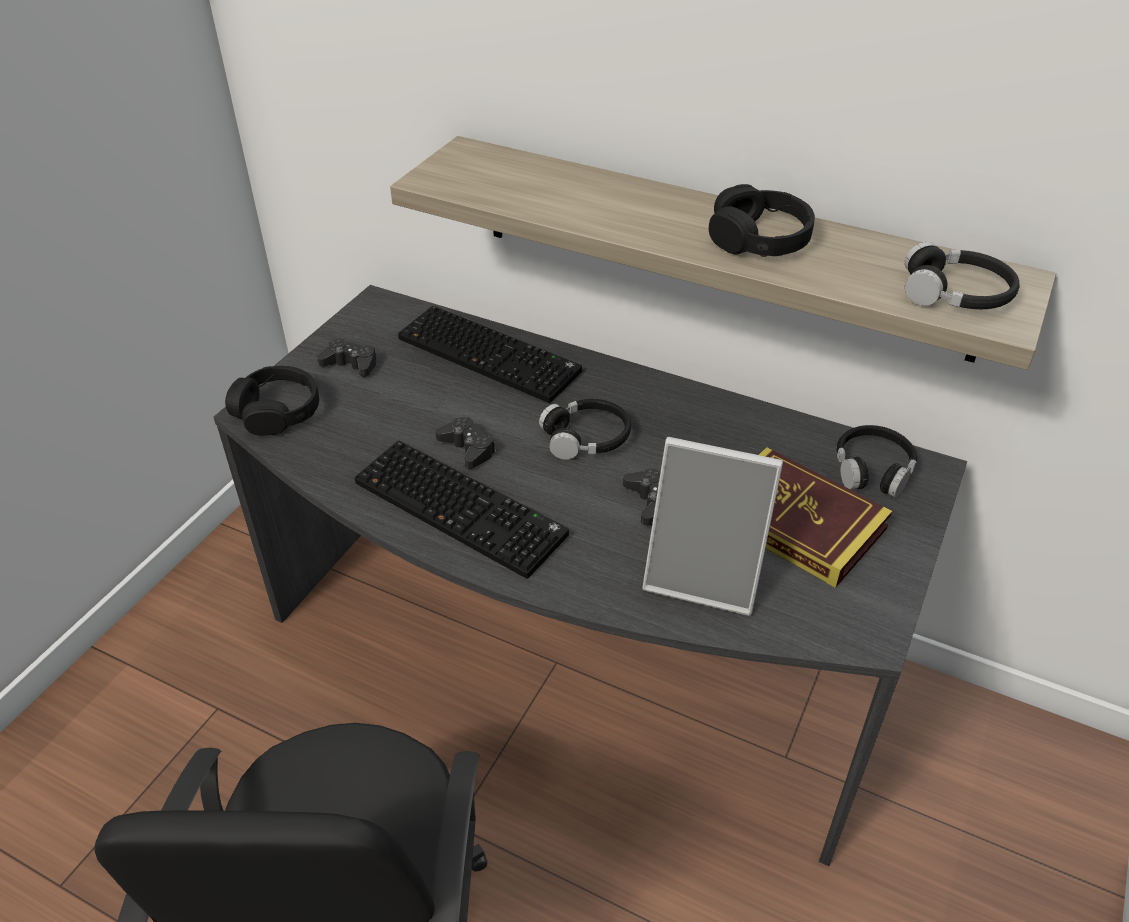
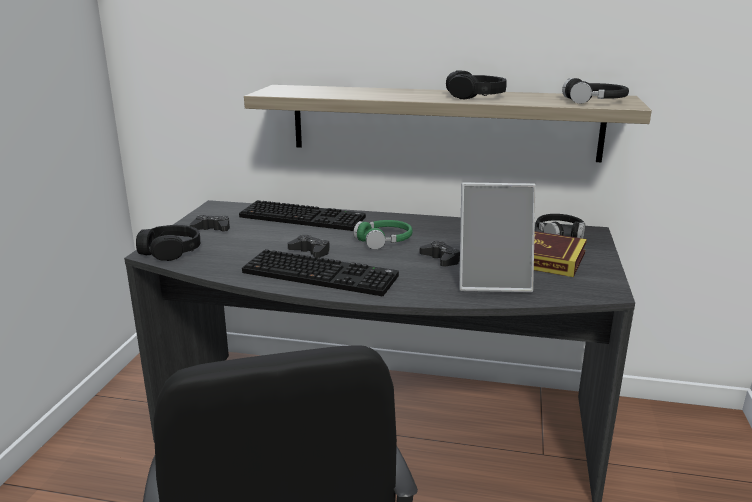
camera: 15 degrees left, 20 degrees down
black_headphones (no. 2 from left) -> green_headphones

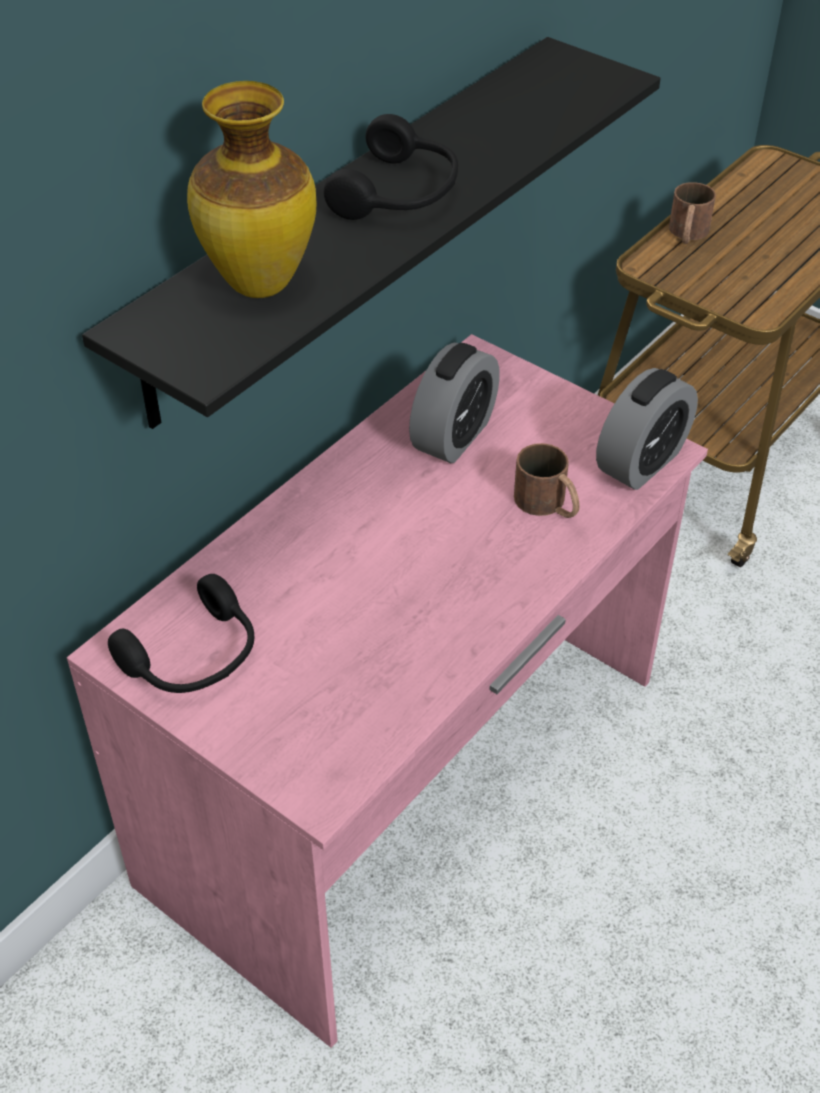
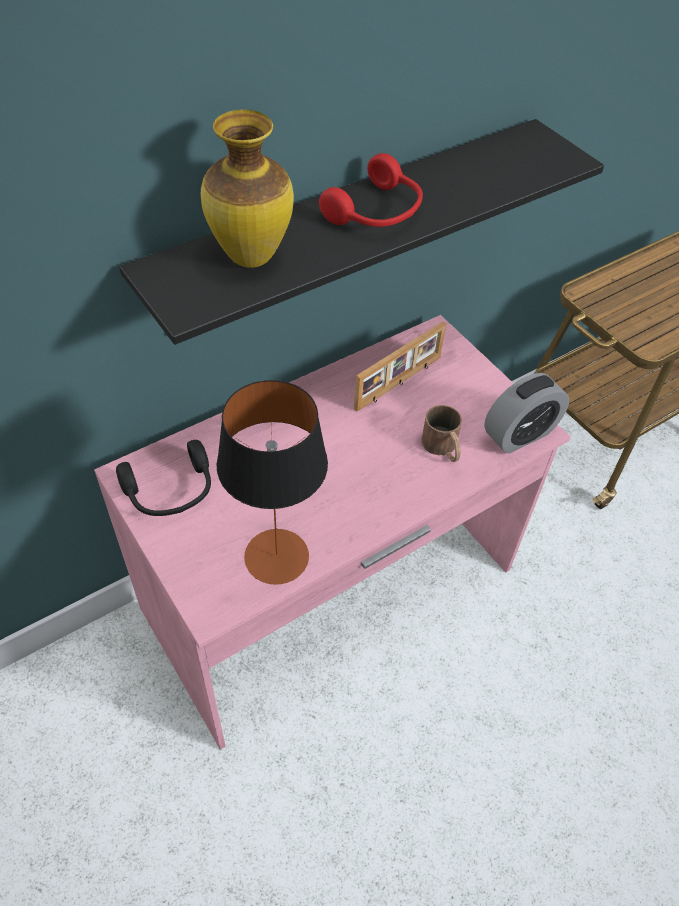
camera: 15 degrees right, 5 degrees up
none -> table_lamp
black_headphones (no. 2 from left) -> red_headphones
alarm_clock (no. 1 from left) -> picture_frame
brown_mug (no. 2 from left) -> none

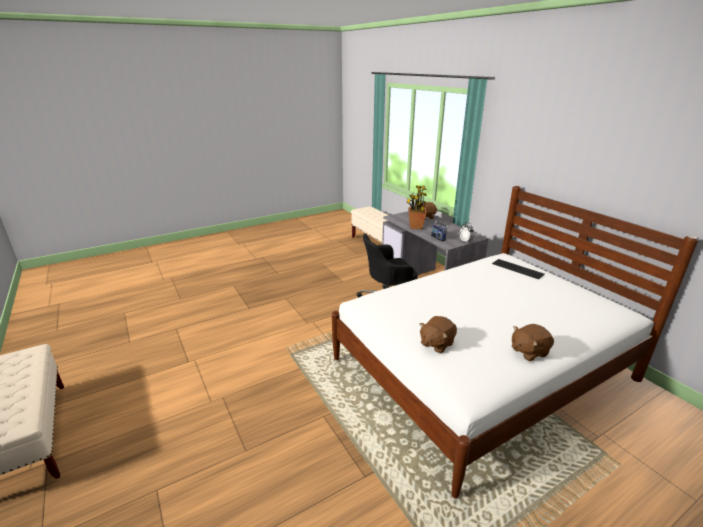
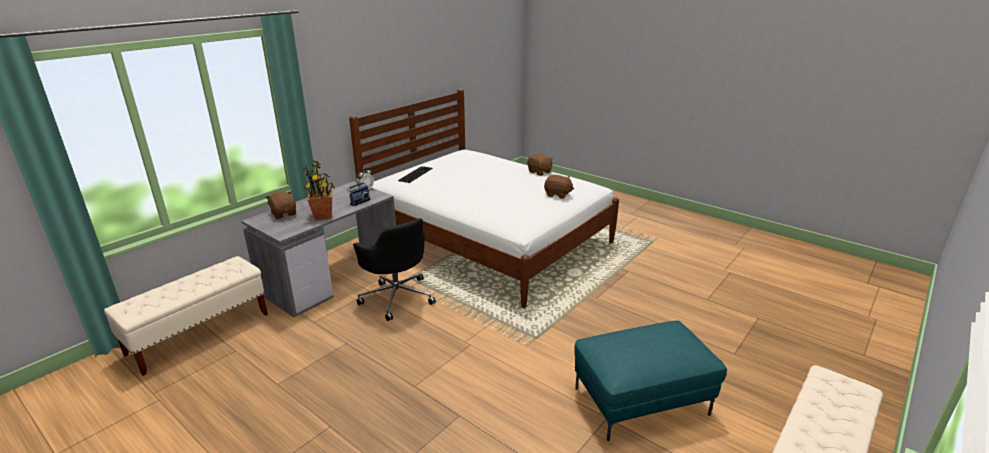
camera: 110 degrees left, 0 degrees up
none -> turquoise_ottoman

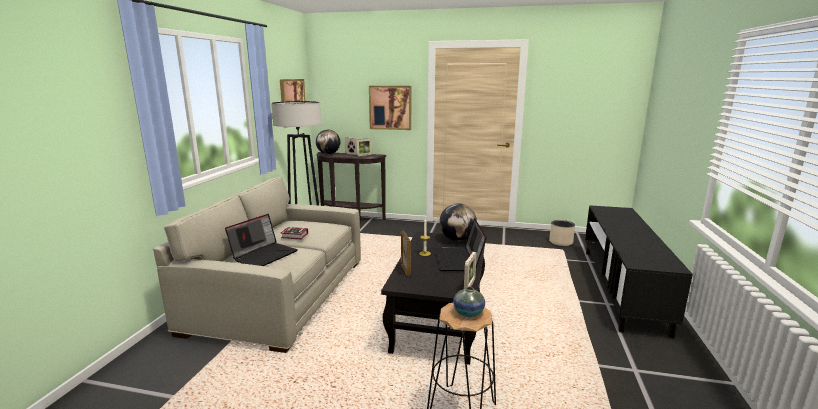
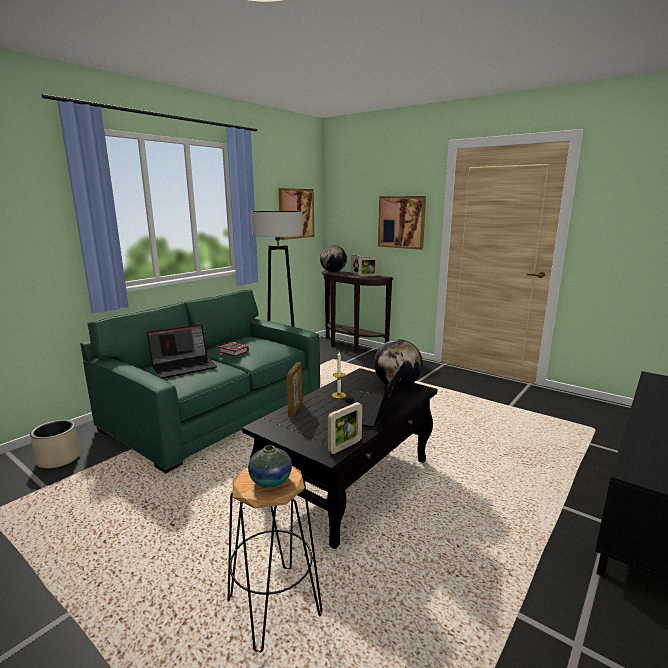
camera: 25 degrees right, 0 degrees up
beige_planter, relocated
beige_sofa -> green_sofa

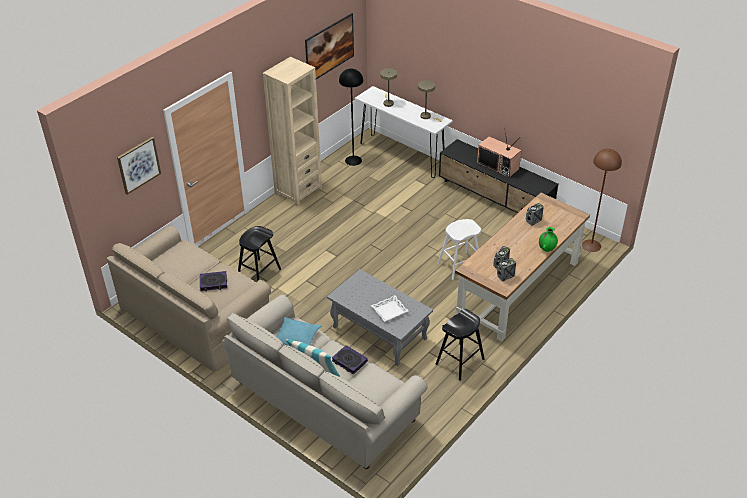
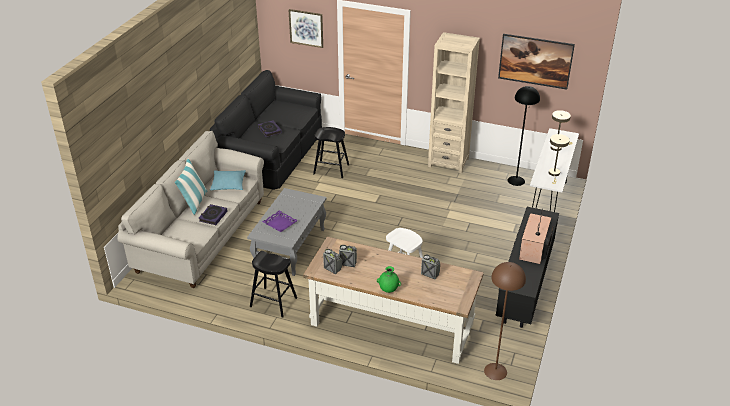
camera: 70 degrees right, 5 degrees down
beige_sofa (no. 1 from left) -> black_sofa
white_tray -> purple_tray

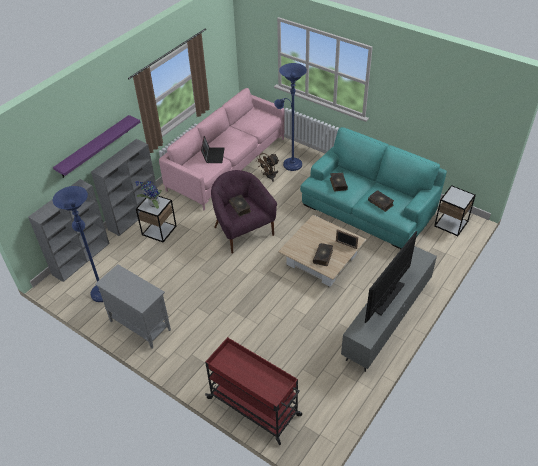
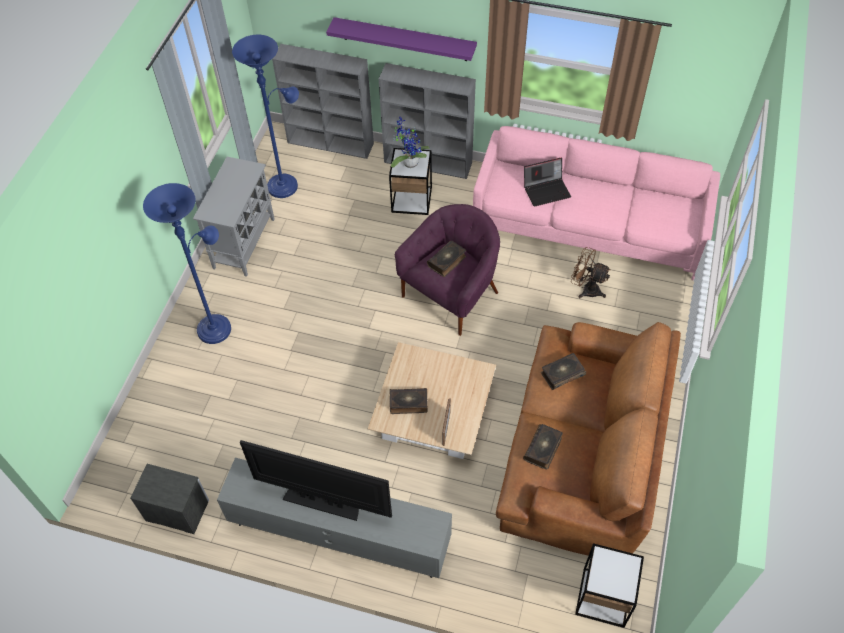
camera: 70 degrees right, 10 degrees up
none -> nightstand
blue_floor_lamp (no. 2 from left in the first image) -> blue_floor_lamp (no. 1 from left), relocated
turquoise_sofa -> brown_sofa
red_cart -> none

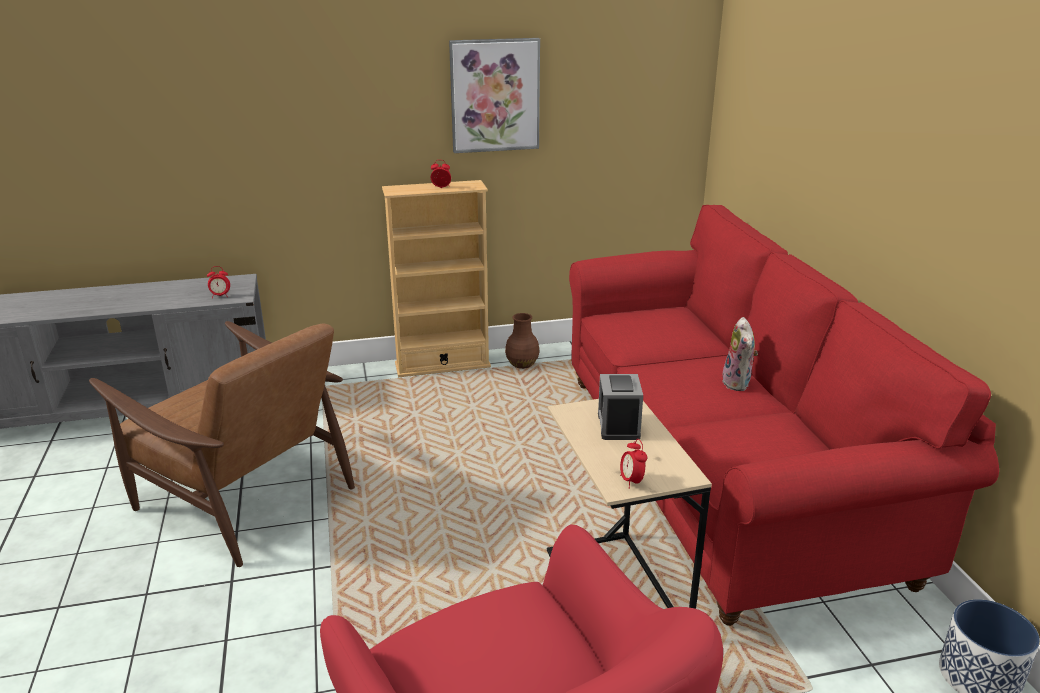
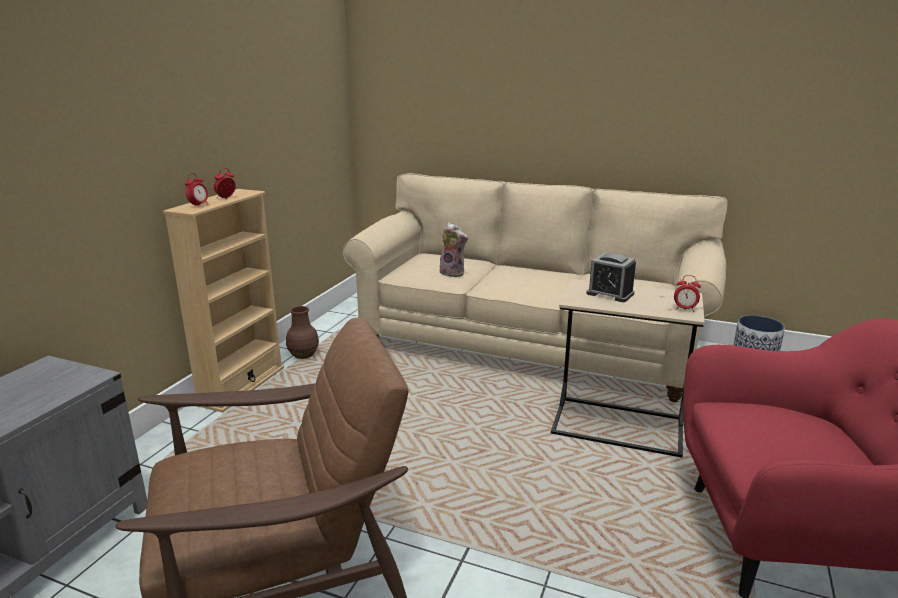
camera: 55 degrees left, 5 degrees down
alarm_clock (no. 1 from left), relocated
red_sofa -> beige_sofa
plush_toy, relocated
picture -> none

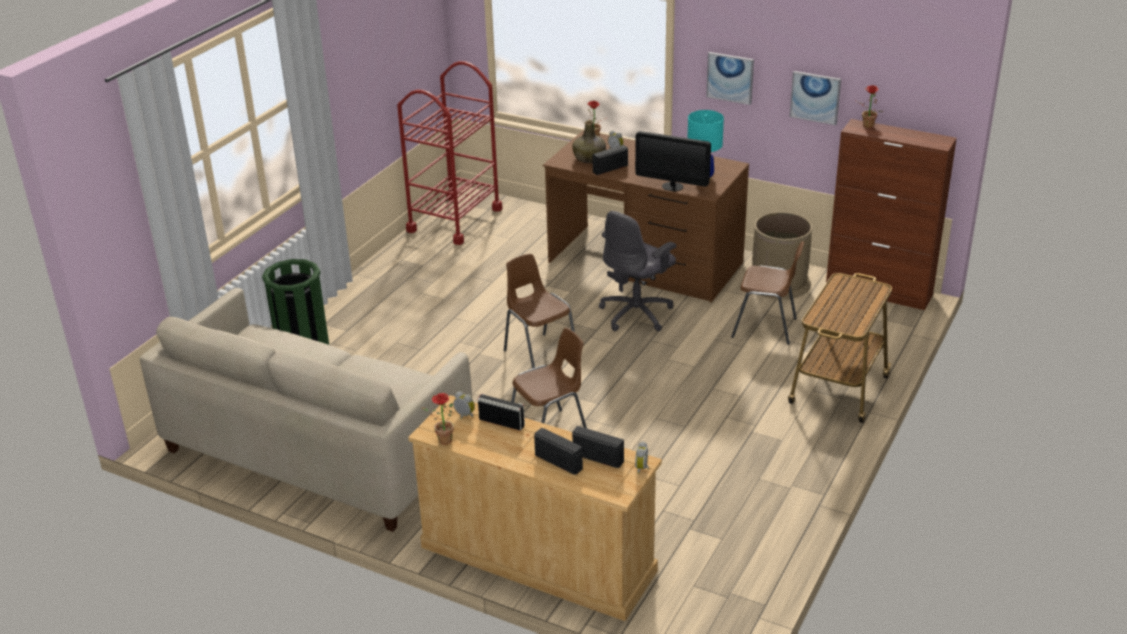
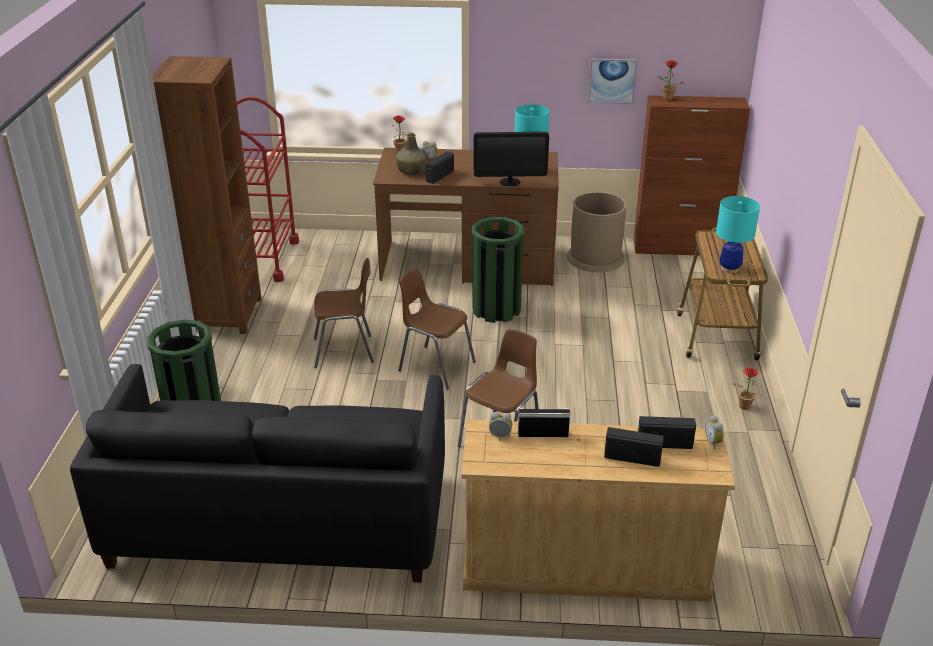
camera: 25 degrees left, 0 degrees up
beige_sofa -> black_sofa
none -> brown_bookcase
brown_chair (no. 3 from left in the first image) -> brown_chair (no. 1 from left), relocated
grey_office_chair -> green_trash_can (no. 2 from left)
none -> turquoise_table_lamp (no. 2 from left)
potted_plant (no. 1 from left in the first image) -> potted_plant (no. 3 from left), relocated
picture (no. 1 from left) -> none

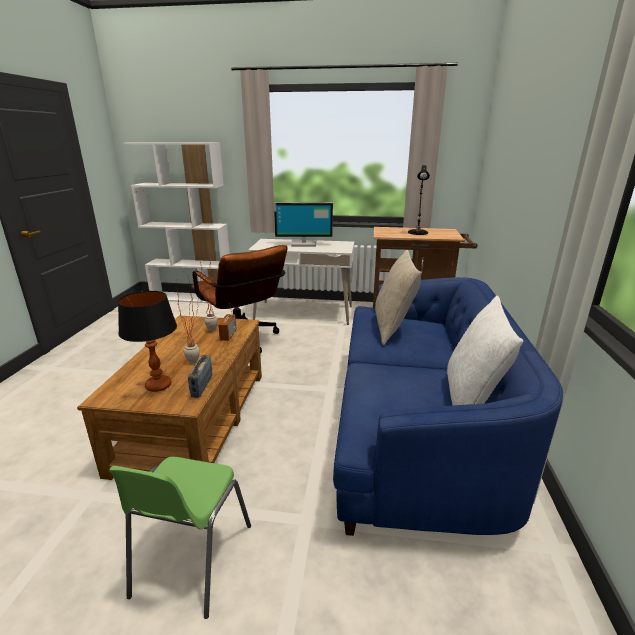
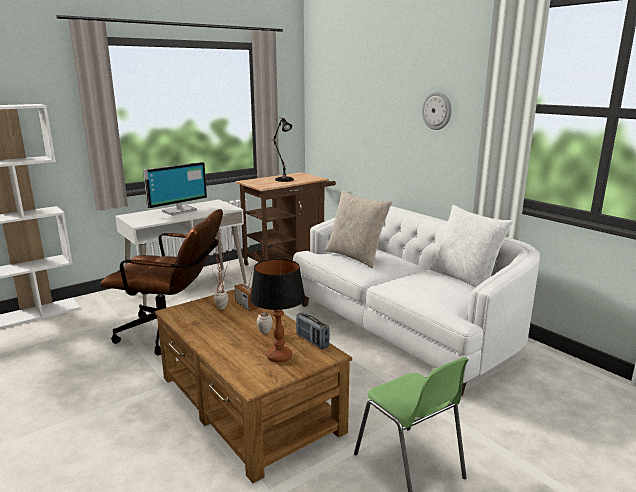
camera: 45 degrees left, 5 degrees down
blue_sofa -> white_sofa
none -> wall_clock

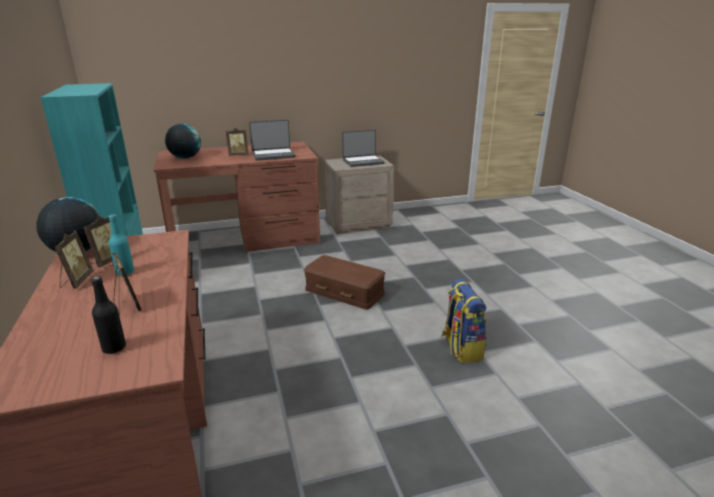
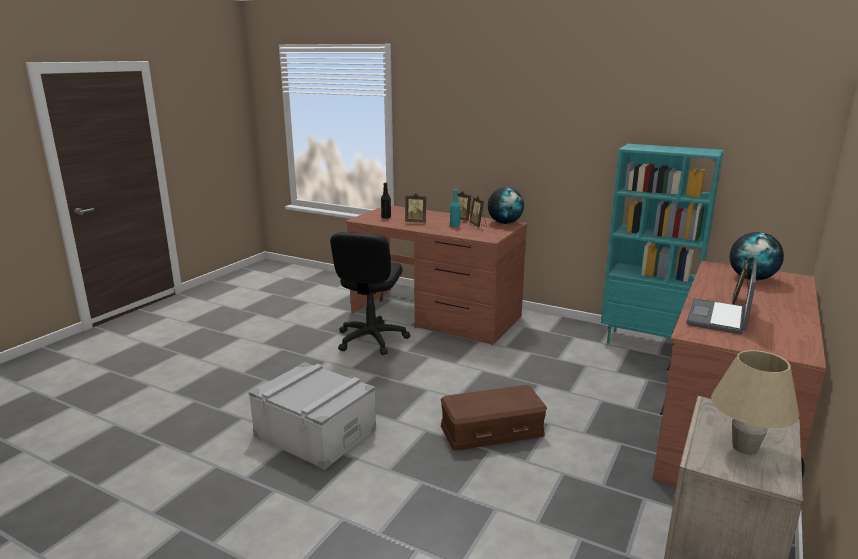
camera: 135 degrees right, 5 degrees down
backpack -> grey_storage_box
none -> black_office_chair
laptop (no. 2 from left) -> beige_table_lamp

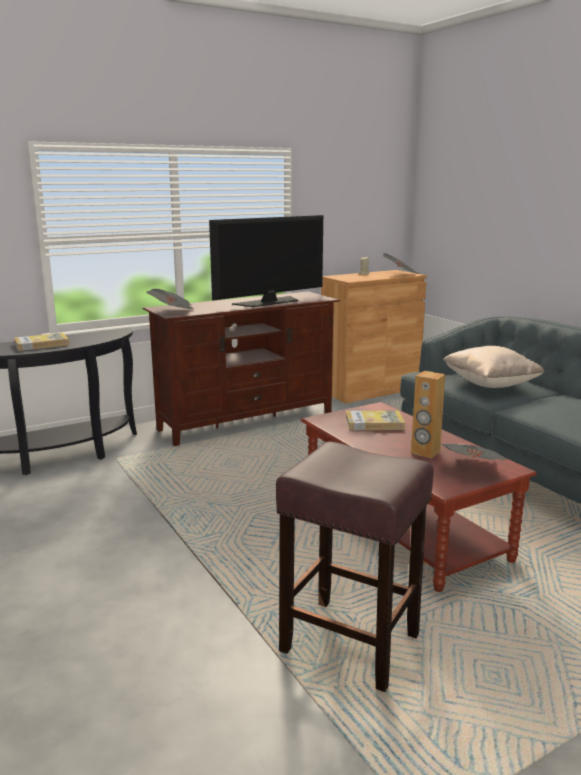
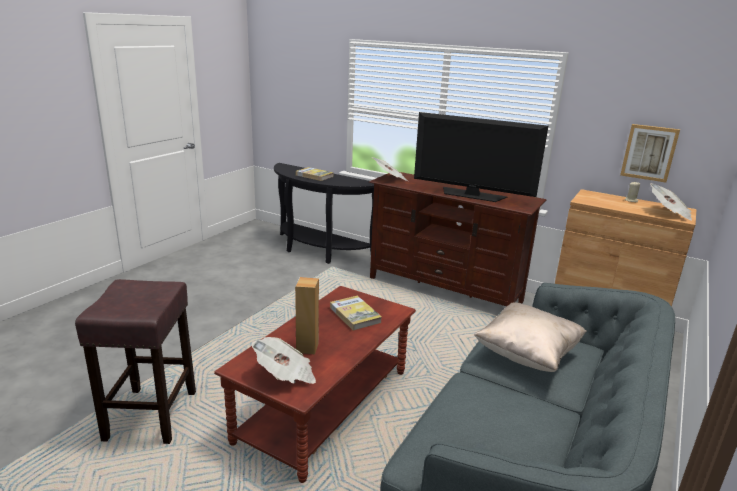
camera: 60 degrees right, 5 degrees up
none -> picture

